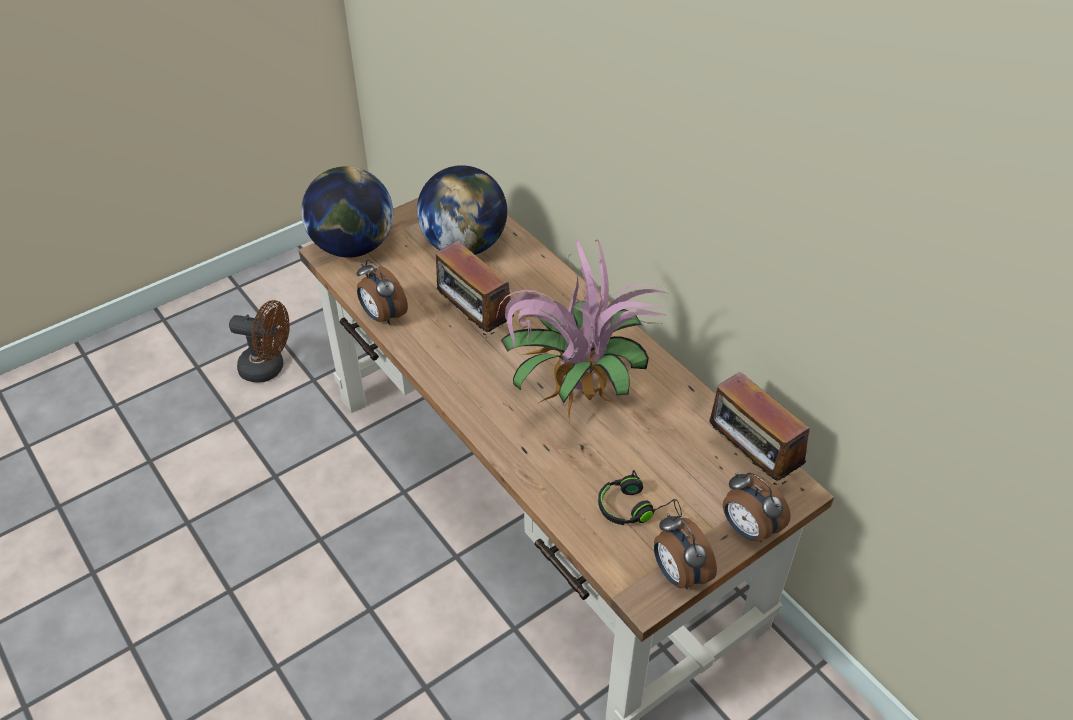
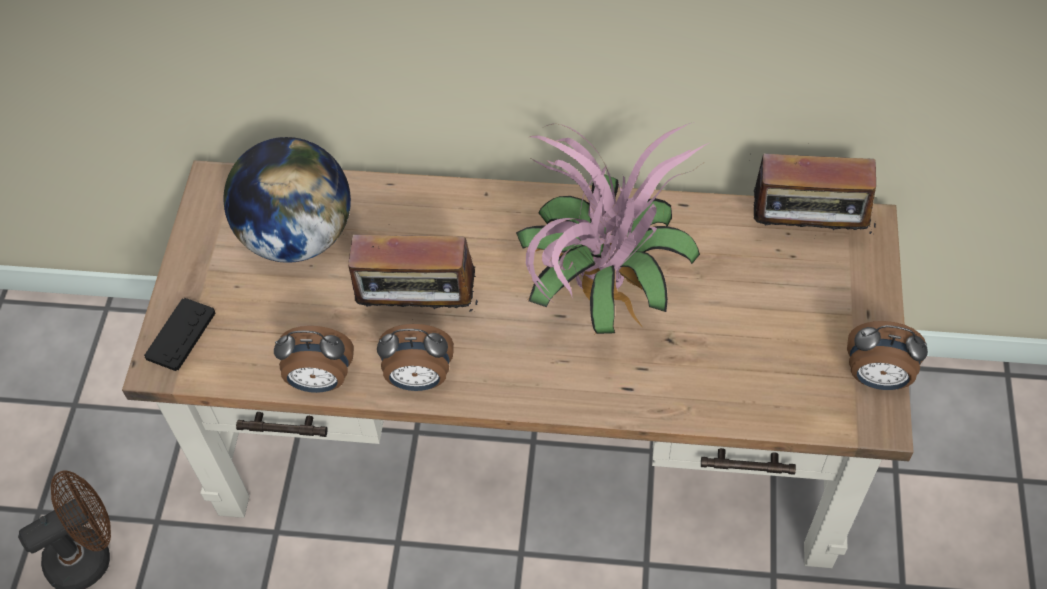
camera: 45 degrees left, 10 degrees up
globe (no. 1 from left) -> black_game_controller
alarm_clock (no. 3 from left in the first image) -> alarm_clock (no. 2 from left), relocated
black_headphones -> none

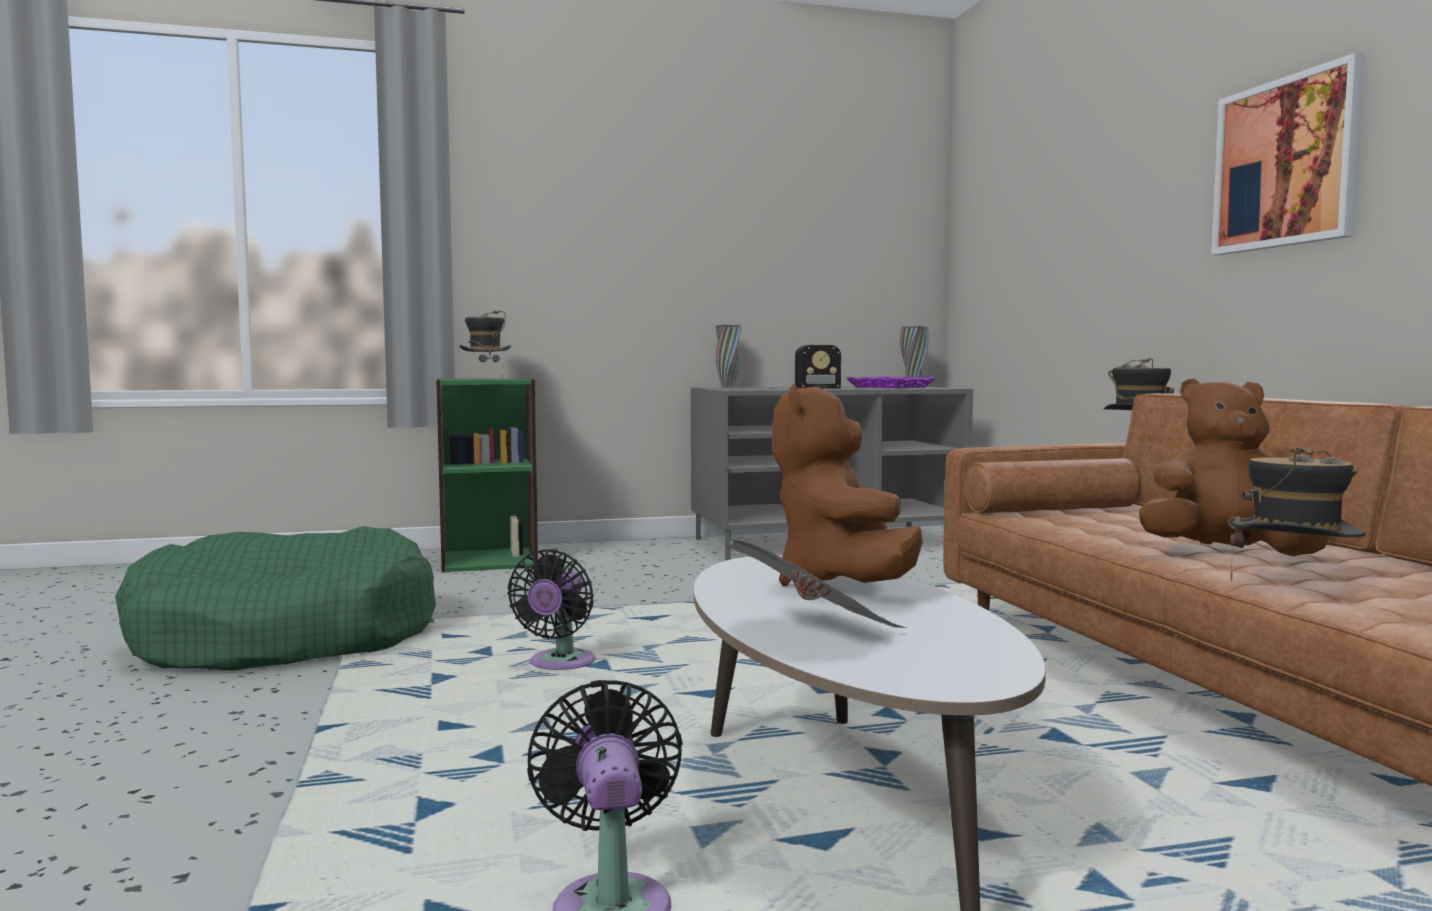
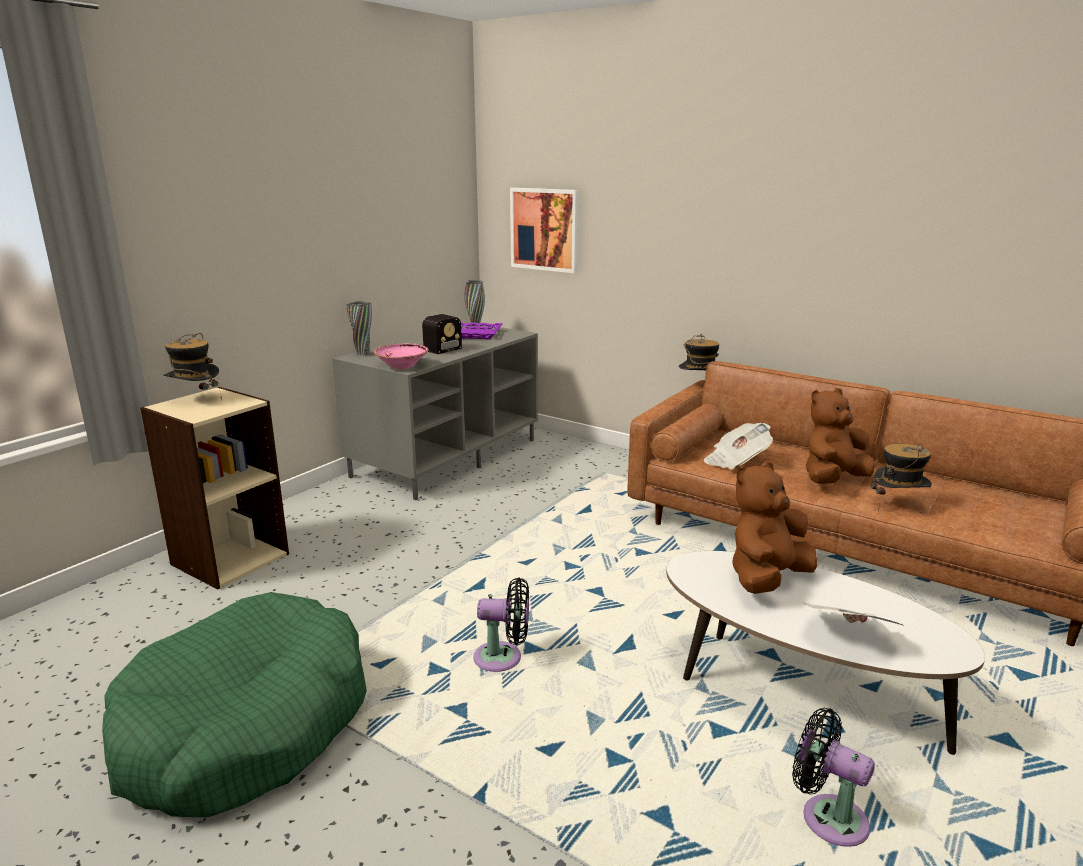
camera: 40 degrees left, 15 degrees up
green_bookcase -> beige_bookcase
none -> pink_bowl
black_fan (no. 1 from left), 60 degrees counterclockwise
picture, relocated
none -> newspaper (no. 1 from left)
brown_plush_toy (no. 1 from left), 90 degrees clockwise

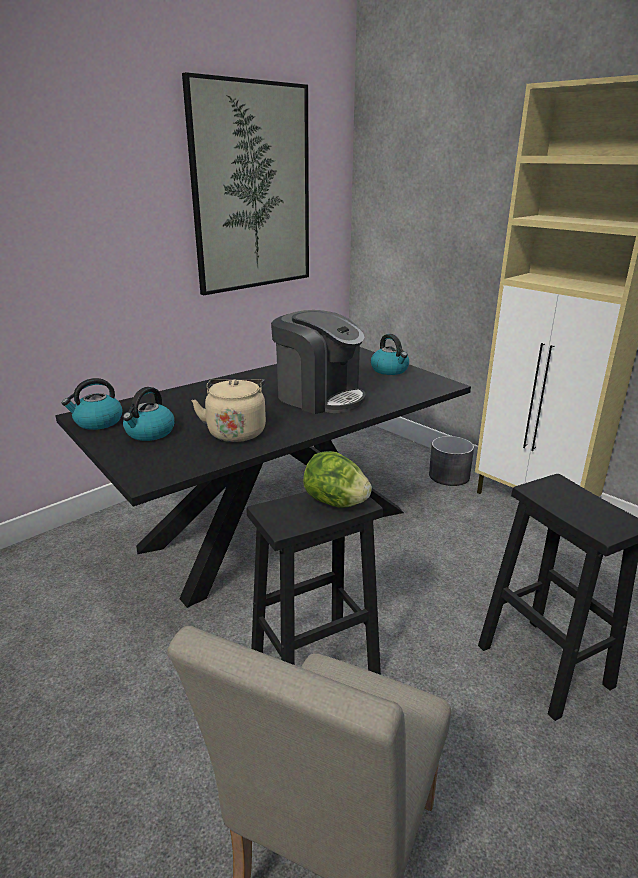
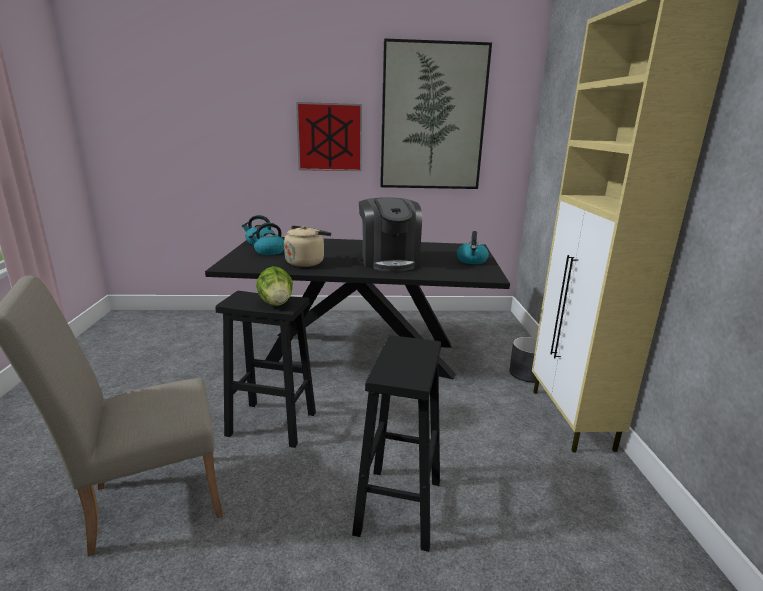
camera: 40 degrees right, 5 degrees down
none -> picture (no. 1 from left)

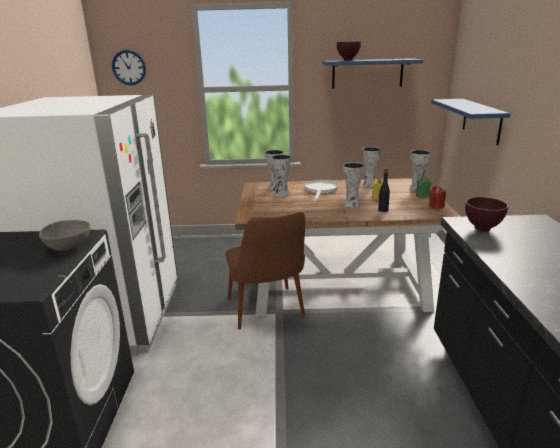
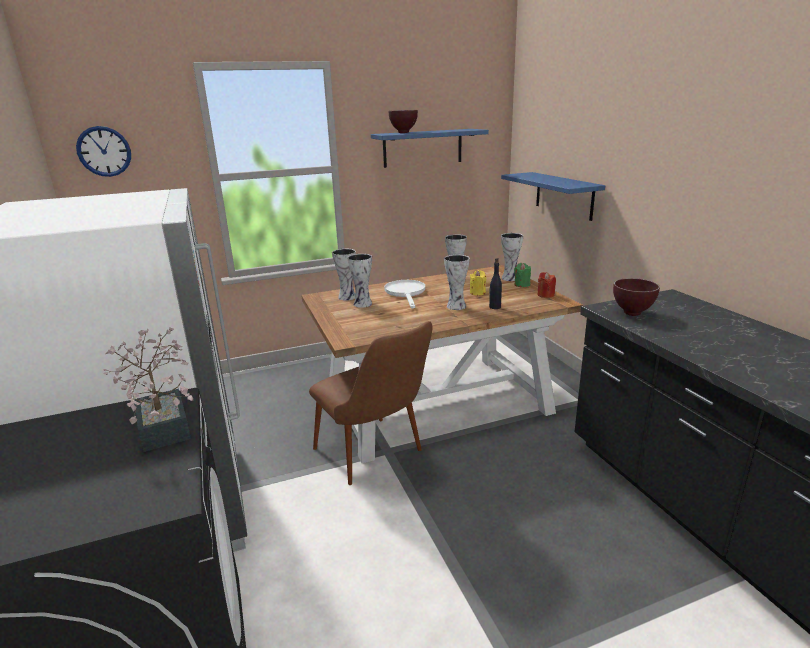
camera: 20 degrees left, 0 degrees up
grey_bowl -> potted_plant

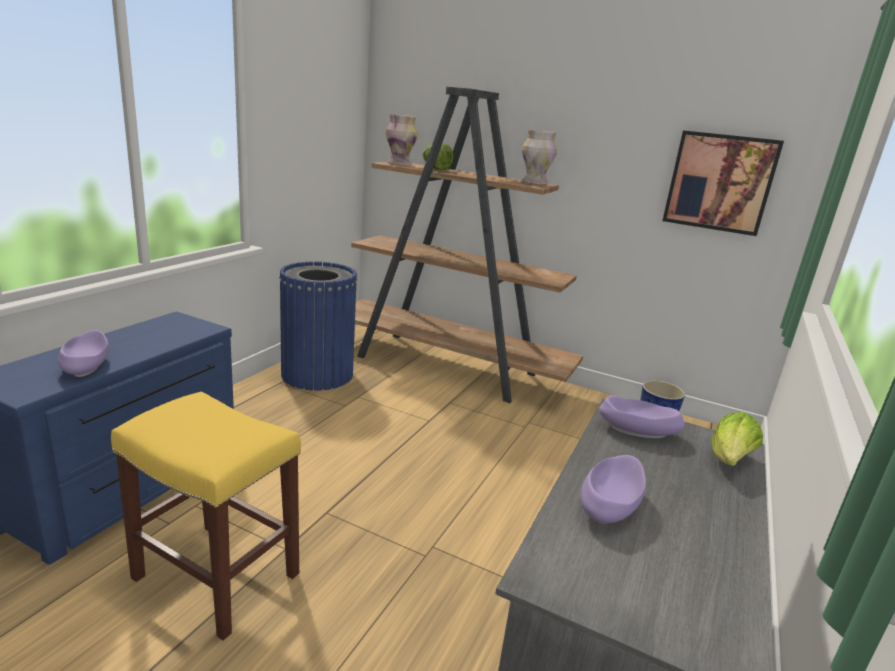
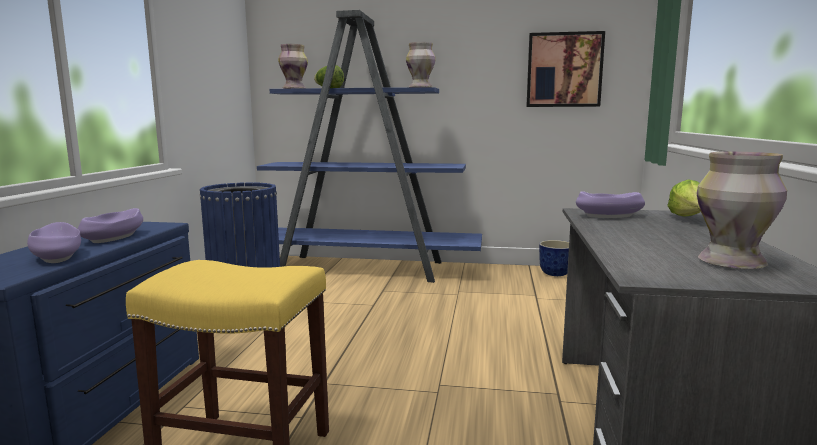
camera: 15 degrees left, 10 degrees down
purple_bowl (no. 2 from left), relocated
brown_bookcase -> blue_bookcase
none -> vase (no. 3 from left)

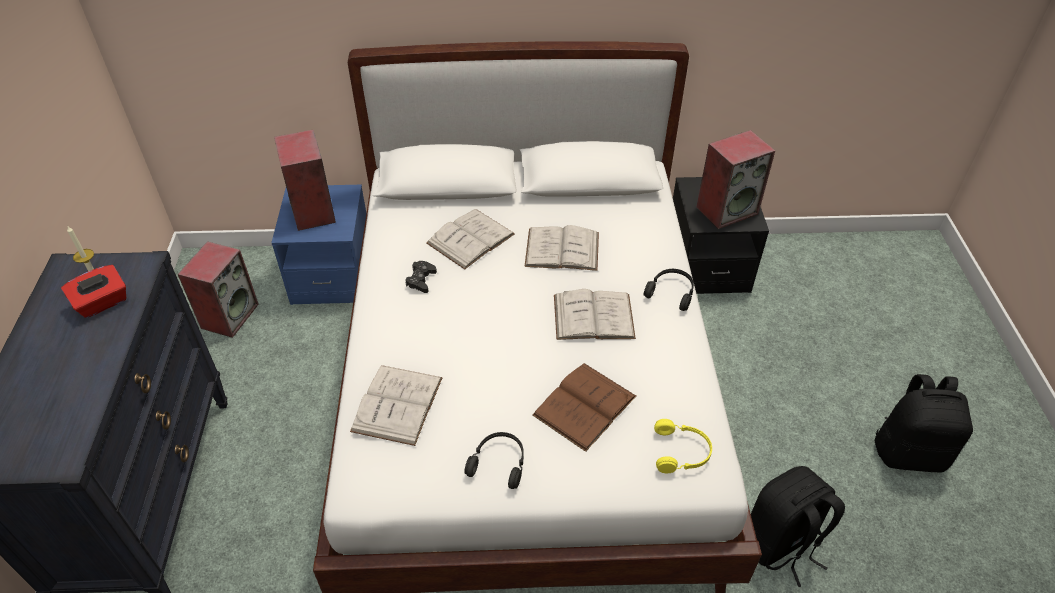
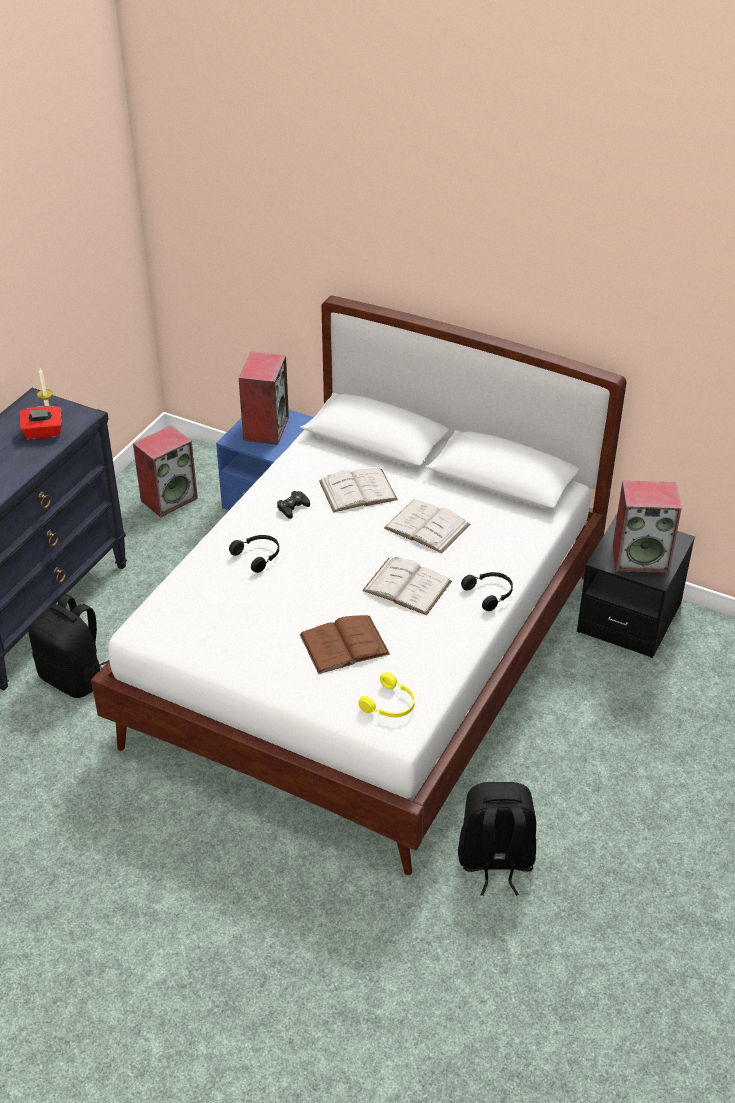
camera: 30 degrees right, 5 degrees down
black_backpack (no. 2 from left in the first image) -> black_backpack (no. 1 from left), relocated
black_headphones (no. 1 from left), relocated
white_book (no. 1 from left) -> none

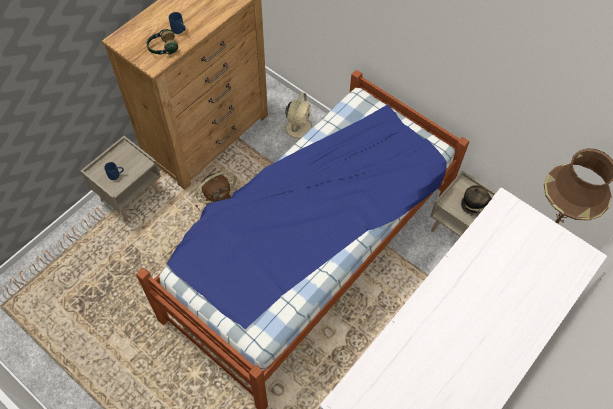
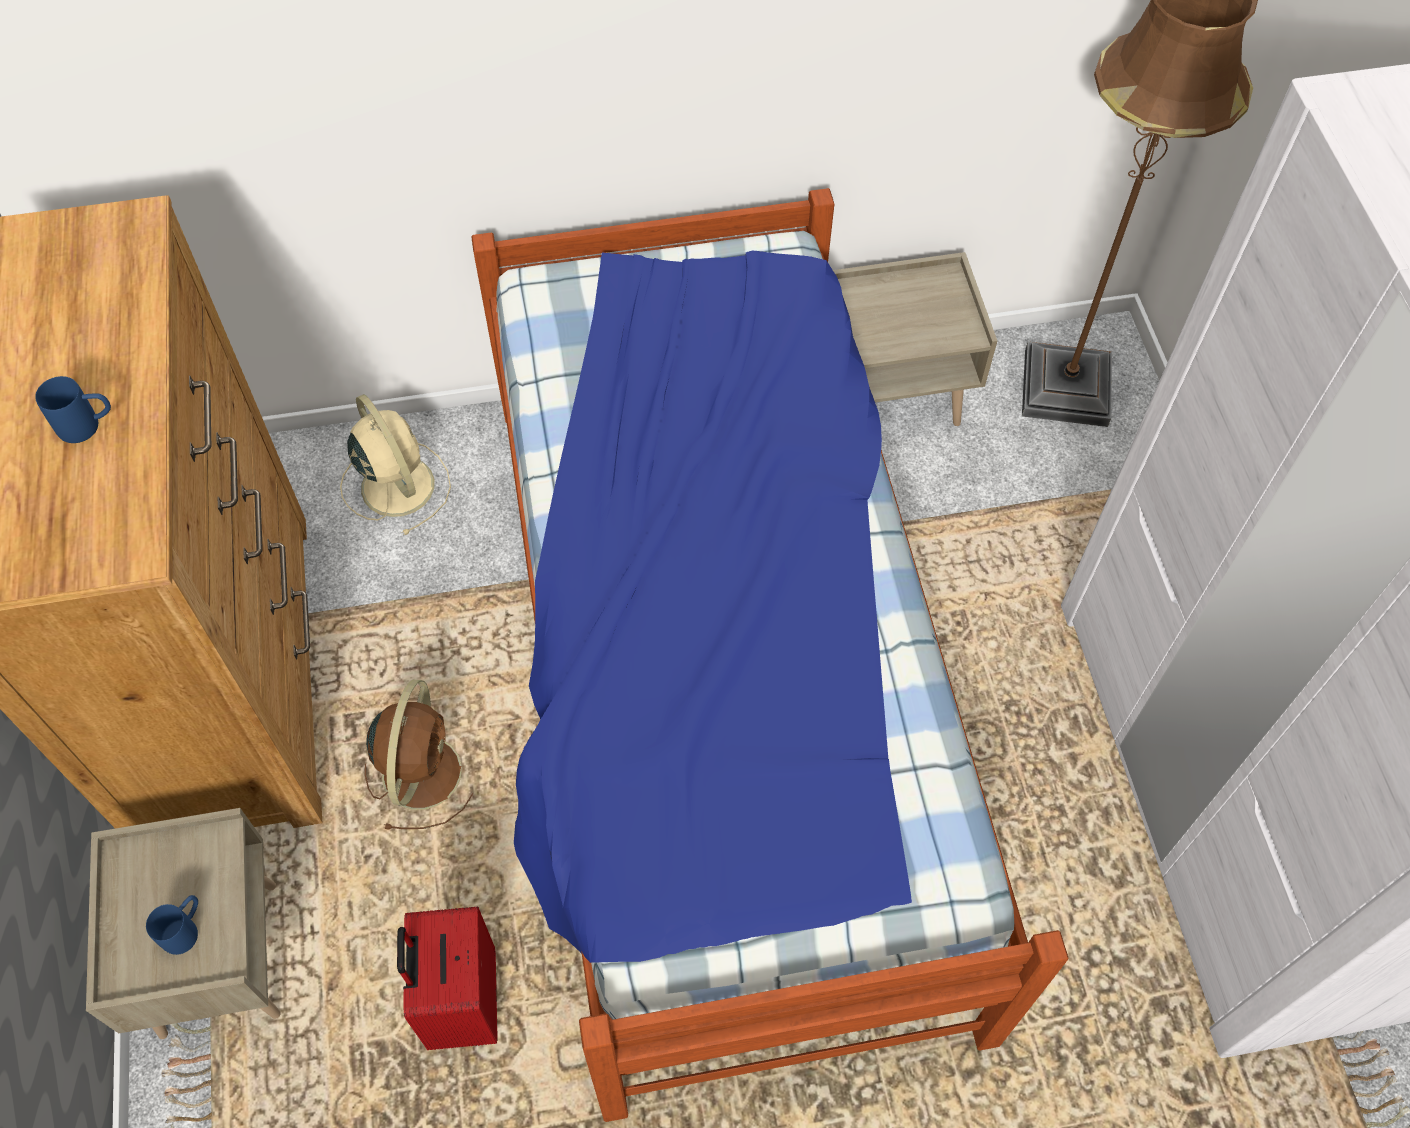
camera: 50 degrees left, 0 degrees up
none -> red_suitcase
headphones -> none
hat -> none

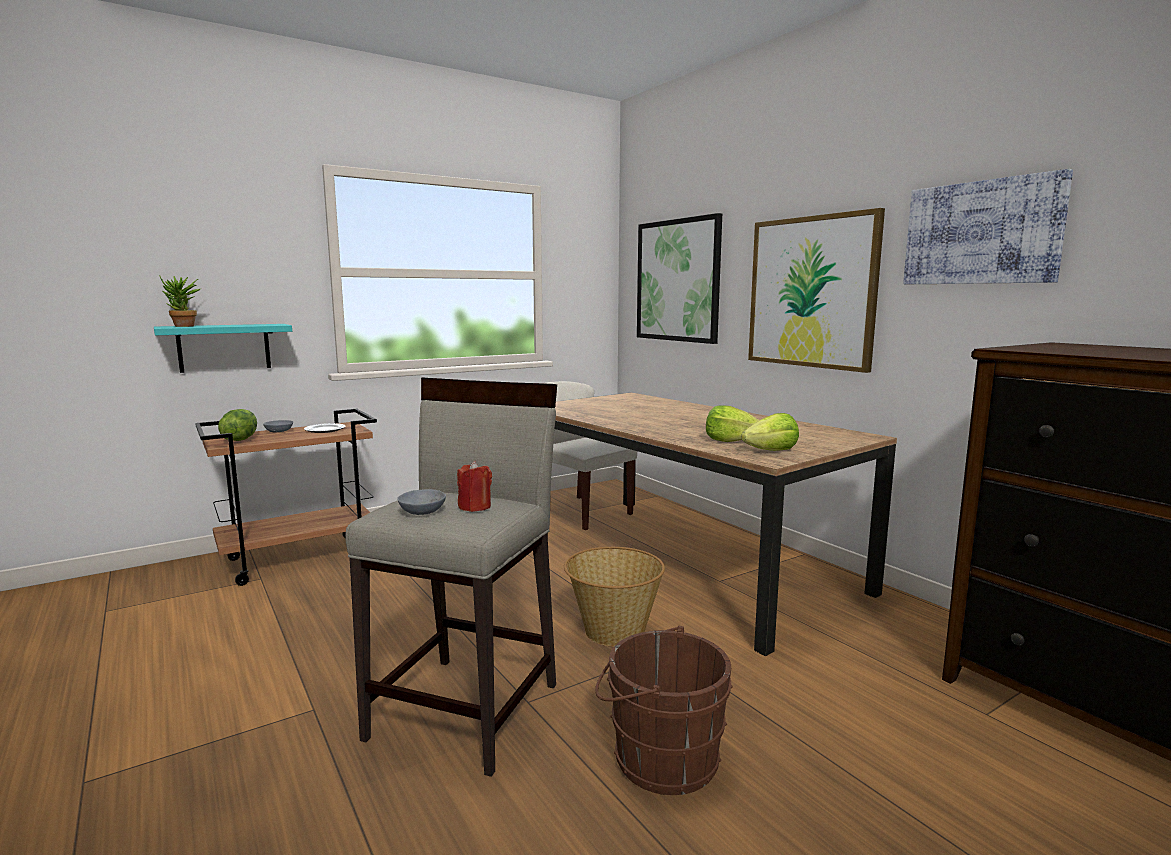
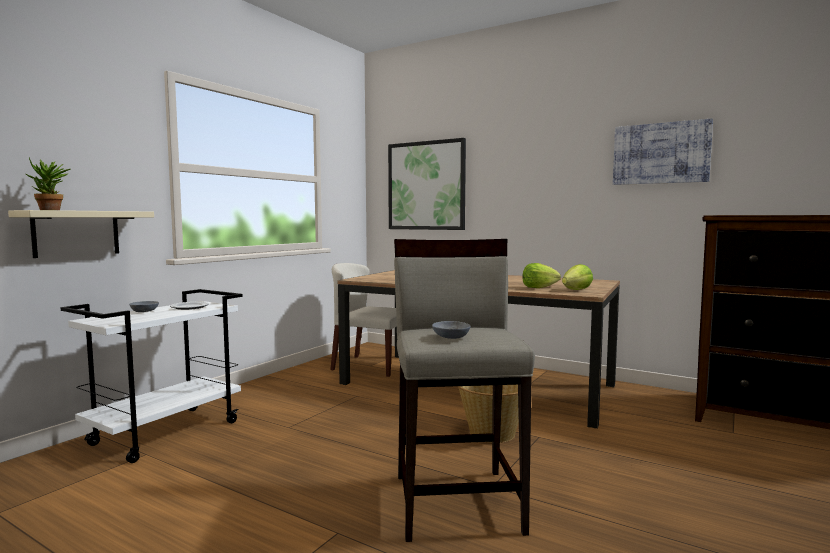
camera: 25 degrees left, 5 degrees down
turquoise_shelf -> beige_shelf
brown_cart -> white_cart
lettuce (no. 1 from left) -> none
red_candle -> none
brown_bucket -> none
picture (no. 2 from left) -> none

